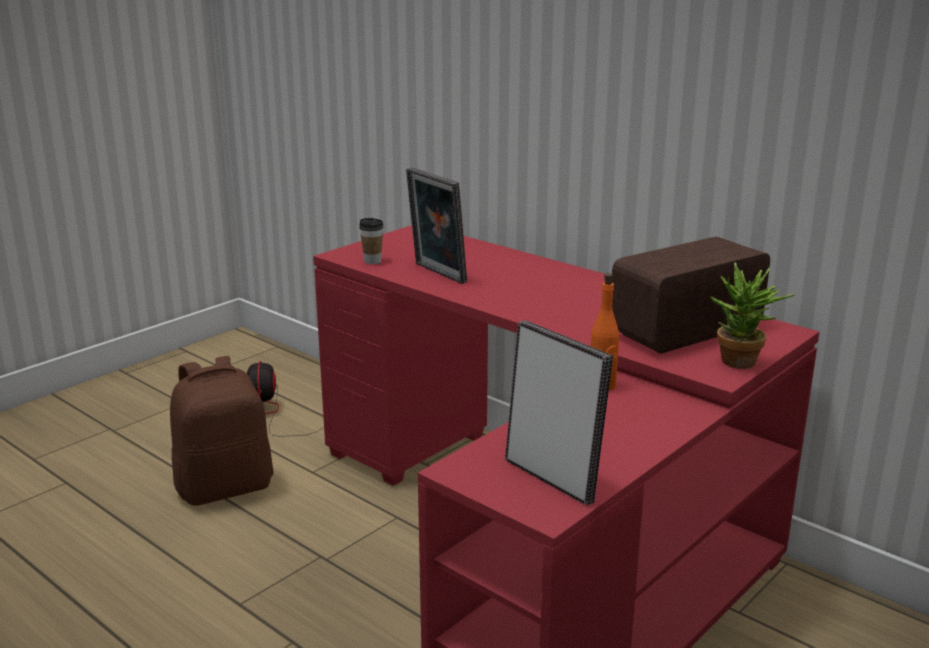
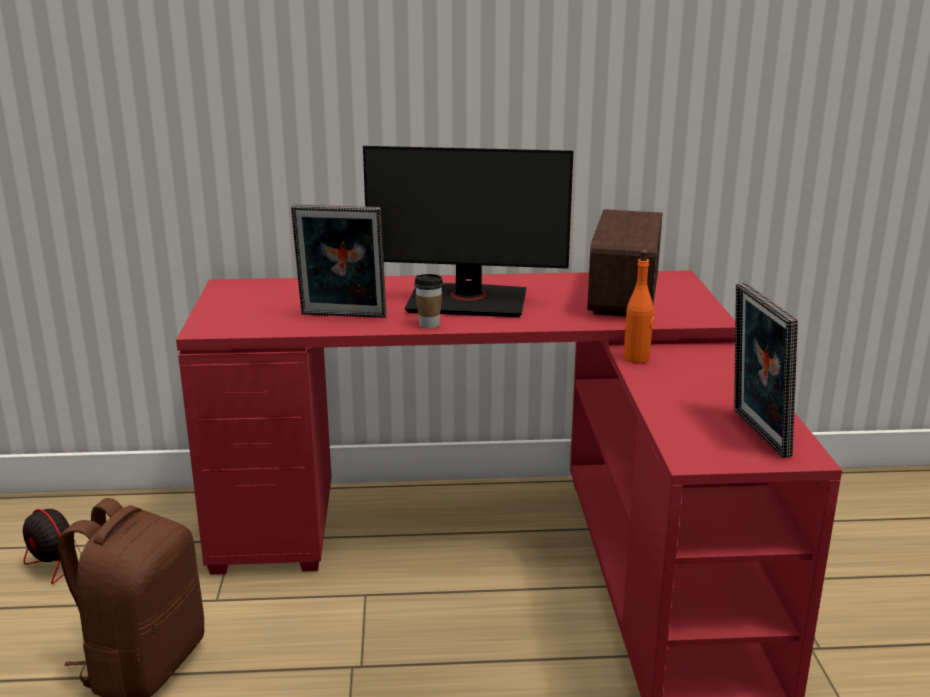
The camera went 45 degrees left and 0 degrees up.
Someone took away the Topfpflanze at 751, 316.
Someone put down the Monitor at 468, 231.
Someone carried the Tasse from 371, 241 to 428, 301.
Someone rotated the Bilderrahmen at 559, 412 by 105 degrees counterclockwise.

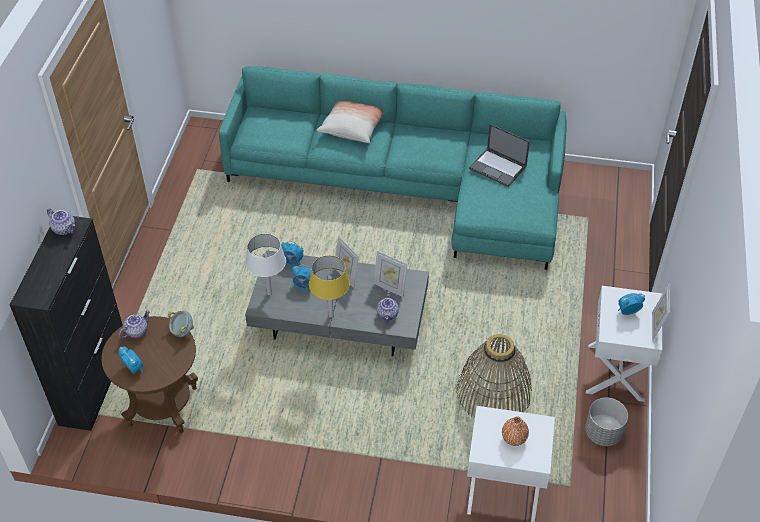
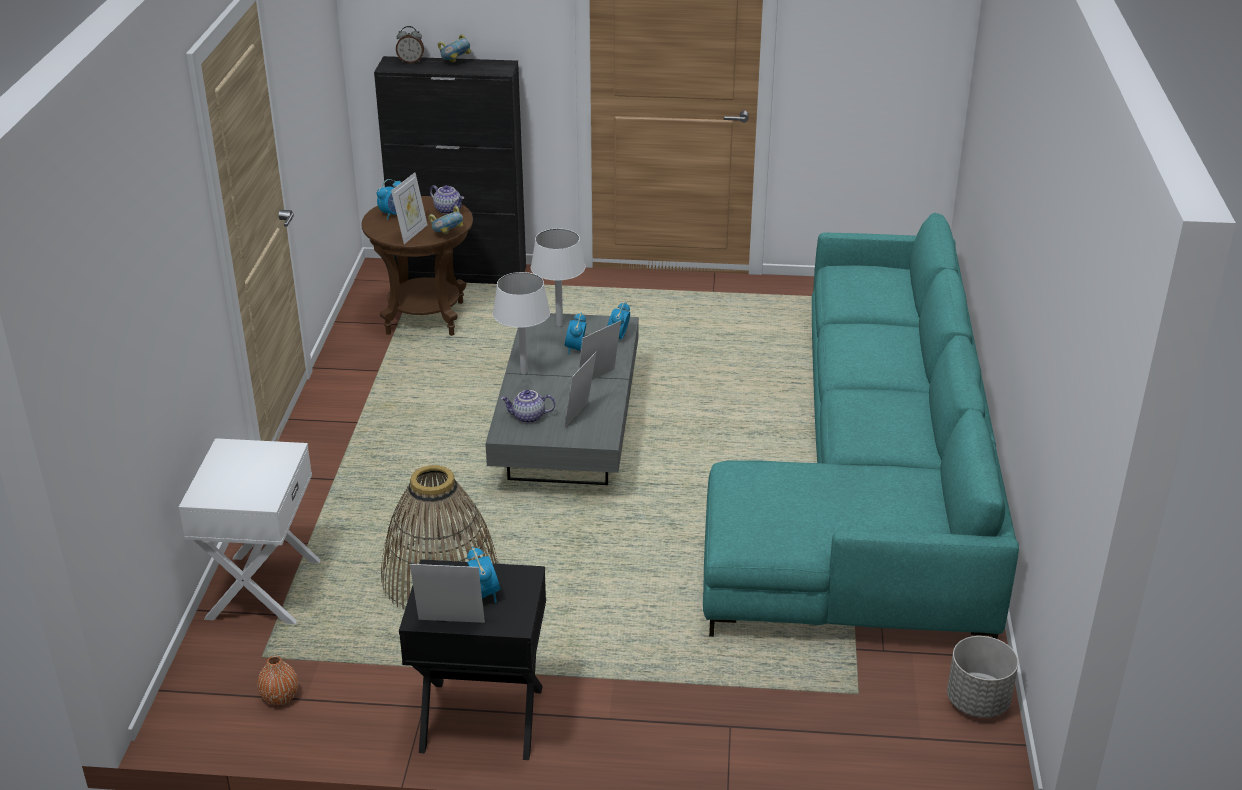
The camera went 85 degrees right and 15 degrees down.
Someone took away the Teekanne at 61, 221.
Someone took away the Kissen at 350, 122.
Someone took away the Laptop at 499, 155.
Someone put down the Bilderrahmen at 409, 208.
Someone put down the Wecker at 410, 44.
Someone put down the Schüssel at 454, 48.
Someone carried the Vase (orange) from 515, 431 to 277, 680.
Someone carried the Pflanzkübel (grau) from 606, 422 to 983, 677.
Someone repainted the Tischlampe (gelb) at 329, 286, which became the Tischlampe (weiß) at 521, 323.
Someone repainted the Nachttisch (weiß) at 624, 344, which became the Nachttisch (schwarz) at 472, 659.

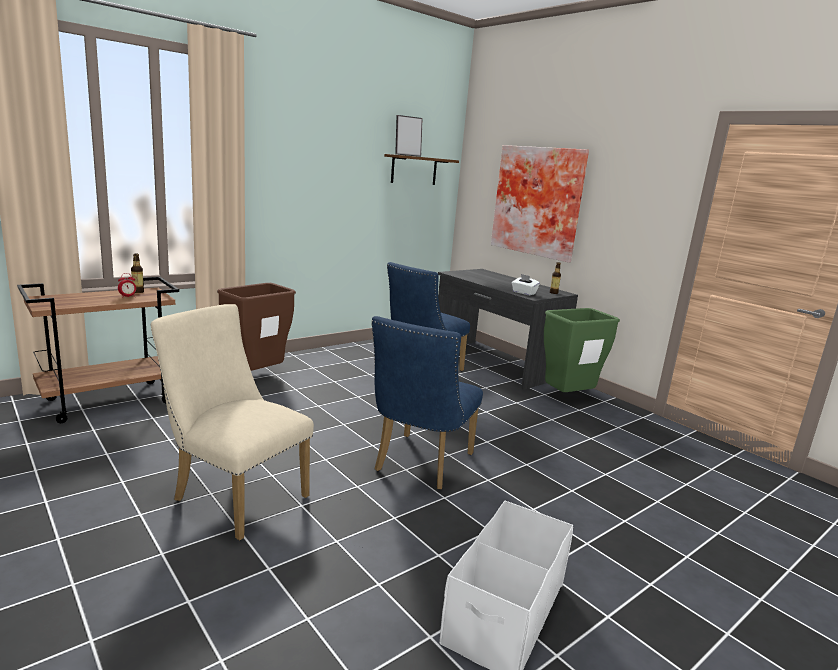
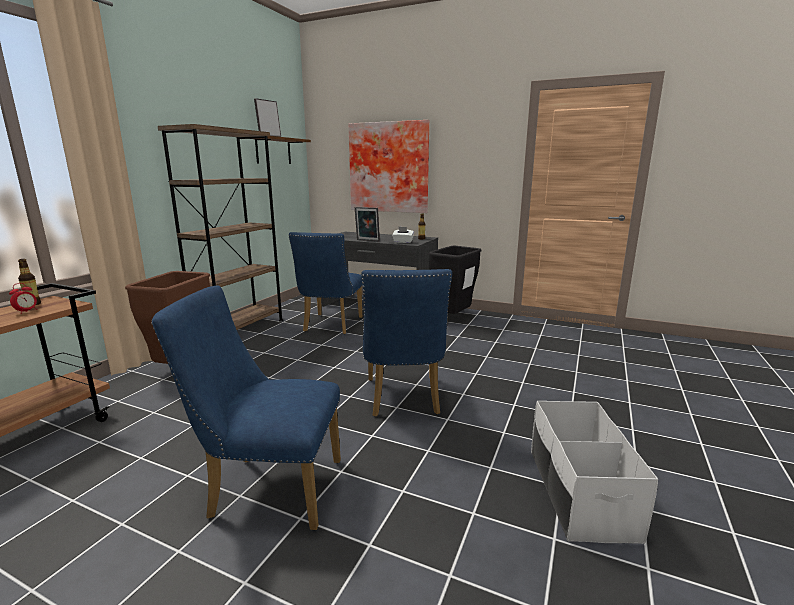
The camera went 25 degrees left and 0 degrees up.
Someone put down the Bücherregal (braun) at 220, 227.
Someone put down the Bilderrahmen at 367, 224.
Someone repainted the Stuhl (beige) at 232, 422, which became the Stuhl (blau) at 246, 407.
Someone repainted the Mülleimer (grün) at 582, 350, which became the Mülleimer (schwarz) at 455, 280.

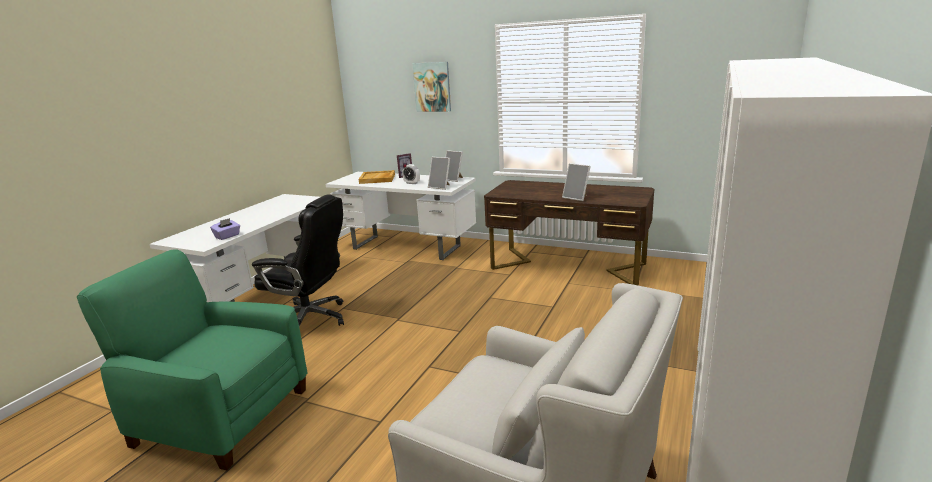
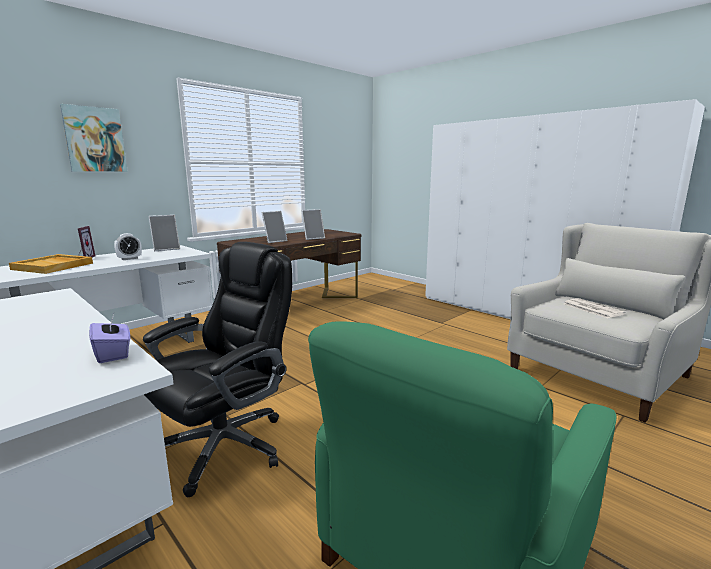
The camera went 70 degrees left and 5 degrees down.
Someone put down the Zeitung at 595, 308.
Someone carried the Bilderrahmen from 439, 173 to 274, 227.

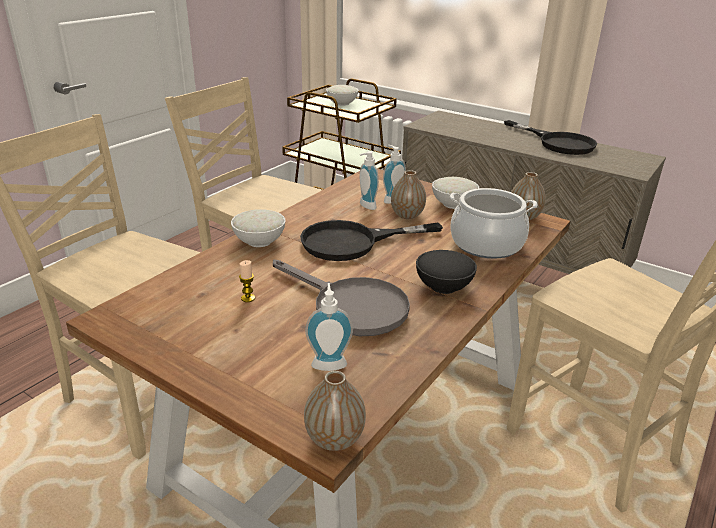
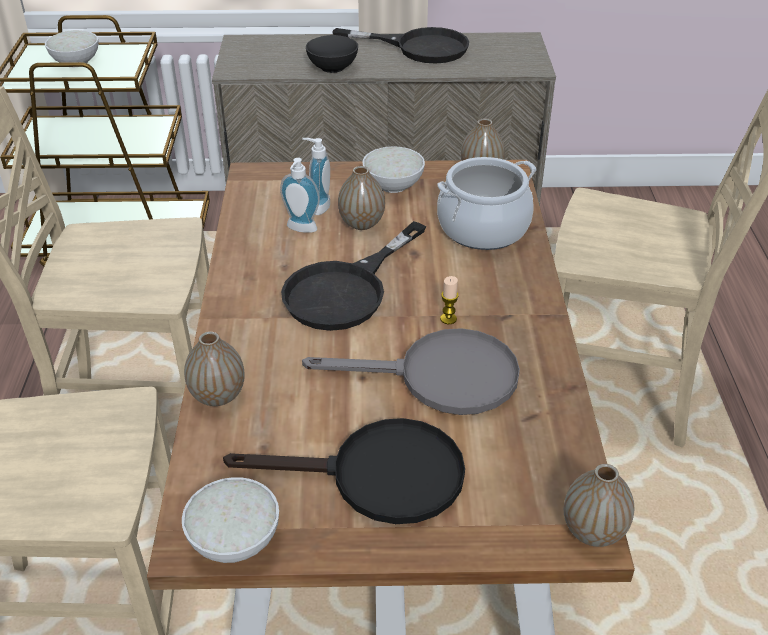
The camera went 35 degrees left and 10 degrees up.
Someone took away the Seifenspender at 329, 327.
Someone put down the Vase at 214, 369.
Someone put down the Pfanne (schwarz) at 344, 471.
Someone carried the Schüssel (weiß) from 258, 228 to 230, 520.
Someone carried the Kerze from 247, 281 to 449, 300.
Someone carried the Schüssel (schwarz) from 446, 272 to 332, 54.

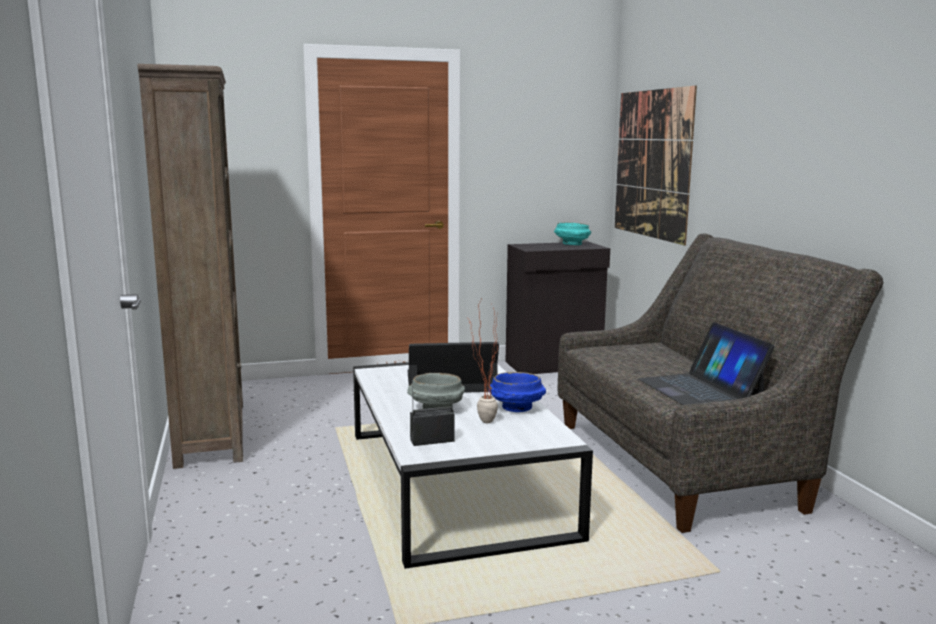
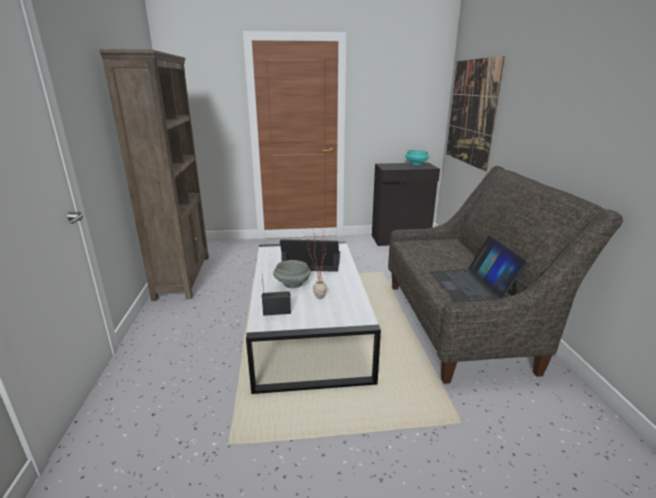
The camera went 10 degrees right and 10 degrees up.
Someone took away the Schüssel (blau) at 517, 392.

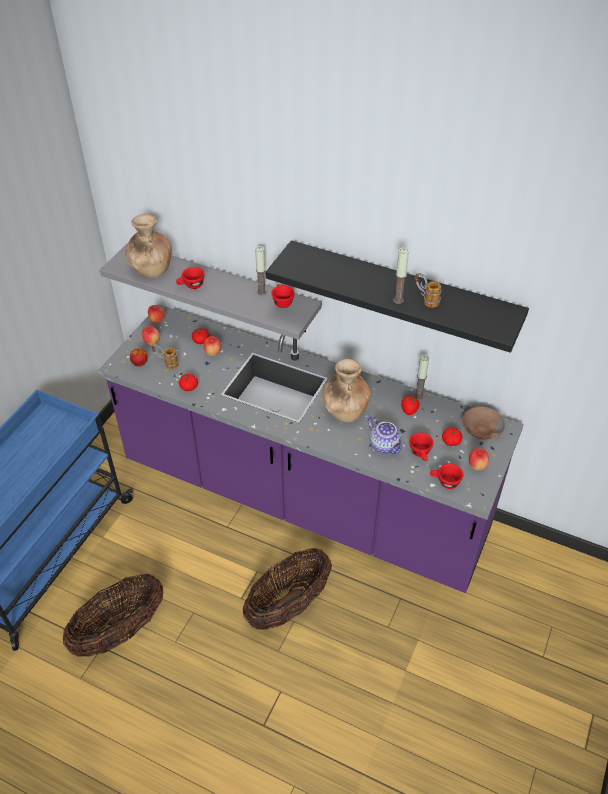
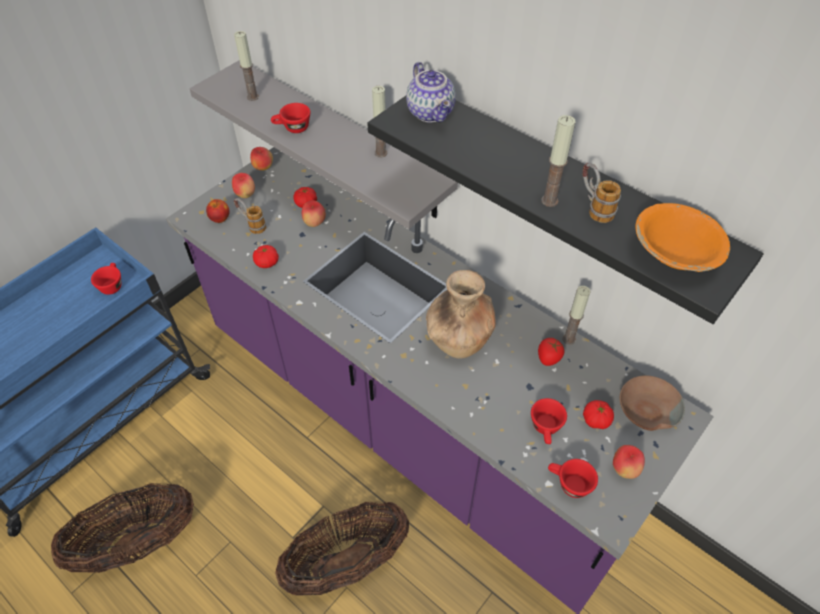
The camera went 15 degrees right and 5 degrees up.
Someone put down the Schüssel (orange) at 682, 237.
Someone carried the Tasse (rot) from 283, 296 to 106, 279.
Someone carried the Teekanne from 386, 435 to 431, 92.
Someone swapped the Vase (braun) at 148, 245 for the Kerze at 246, 66.

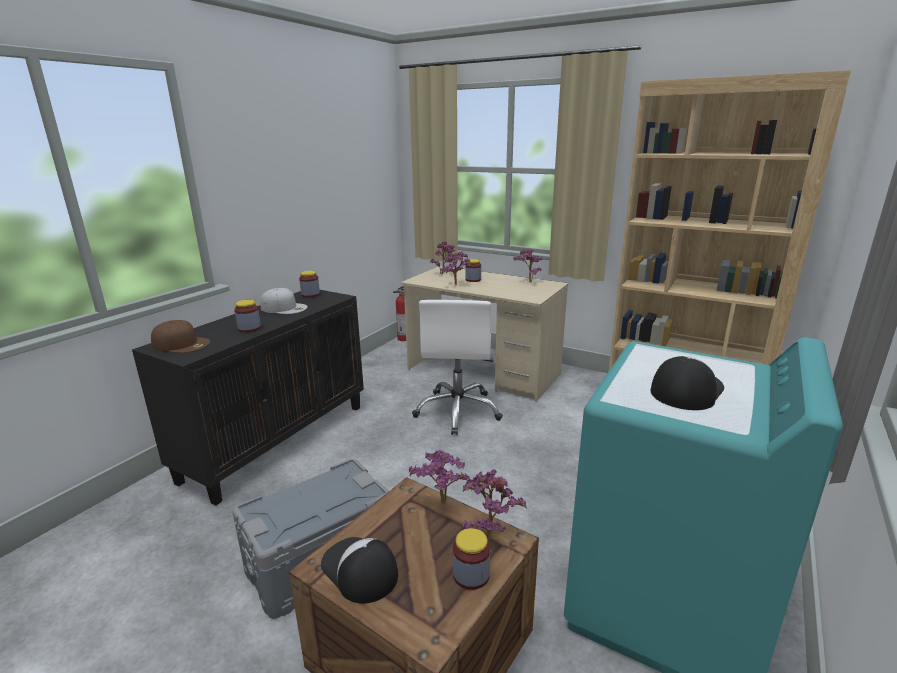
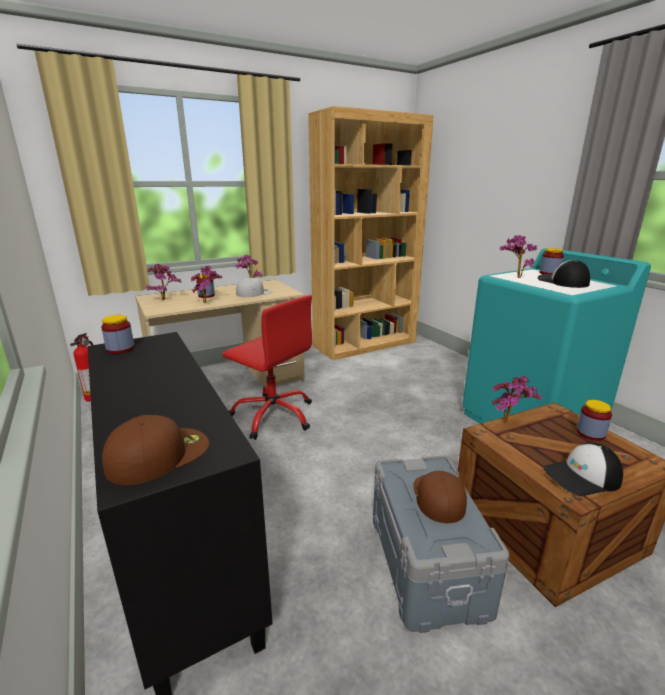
The camera went 60 degrees left and 0 degrees up.
Someone put down the Kappe (braun) at 440, 497.
Someone carried the Vorratsglas from 247, 316 to 551, 261.
Someone carried the Kappe (weiß) from 284, 301 to 254, 287.
Someone carried the Topfpflanze from 495, 504 to 518, 256.
Someone repainted the Bürostuhl (weiß) at 457, 367, which became the Bürostuhl (rot) at 267, 367.

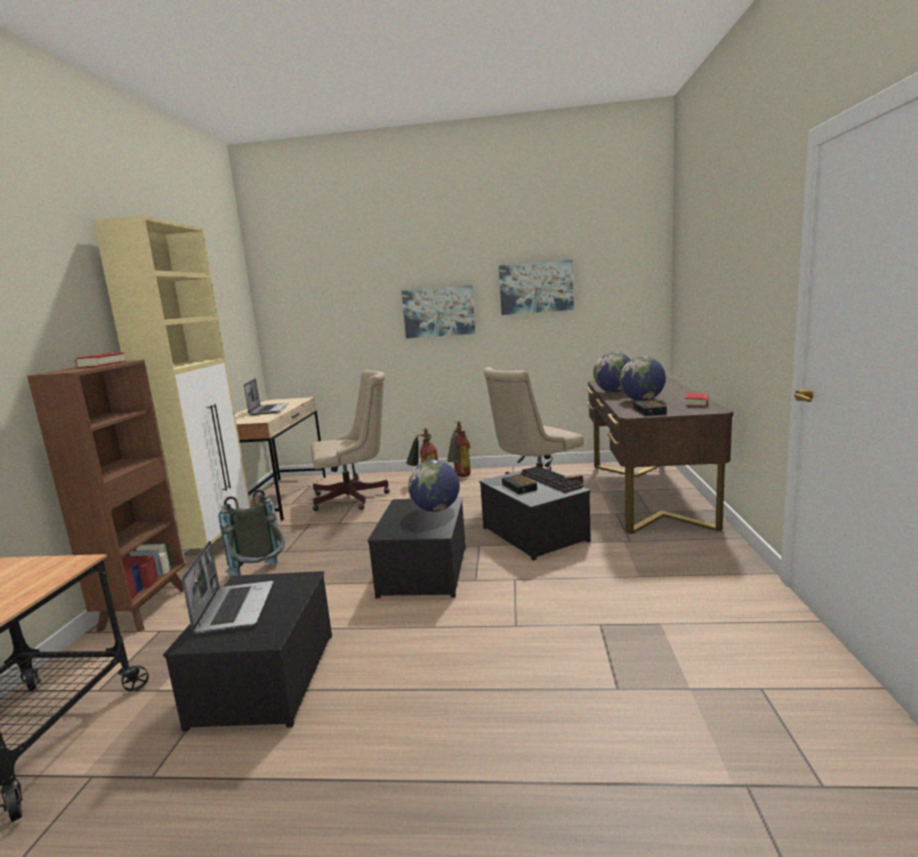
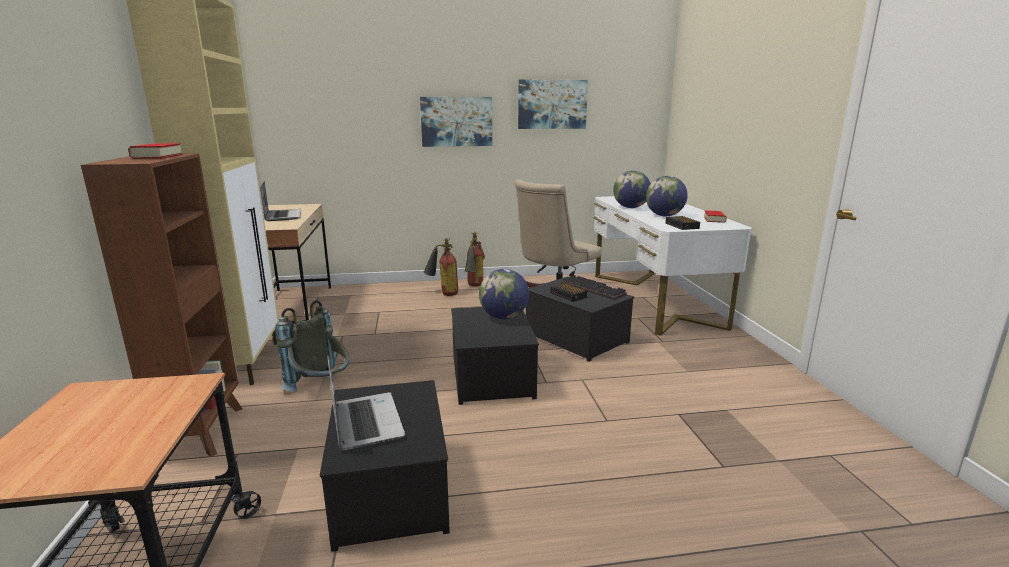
The camera went 15 degrees left and 5 degrees up.
Someone took away the Bürostuhl (beige) at 350, 440.
Someone repainted the Schreibtisch (braun) at 659, 455, which became the Schreibtisch (weiß) at 672, 265.

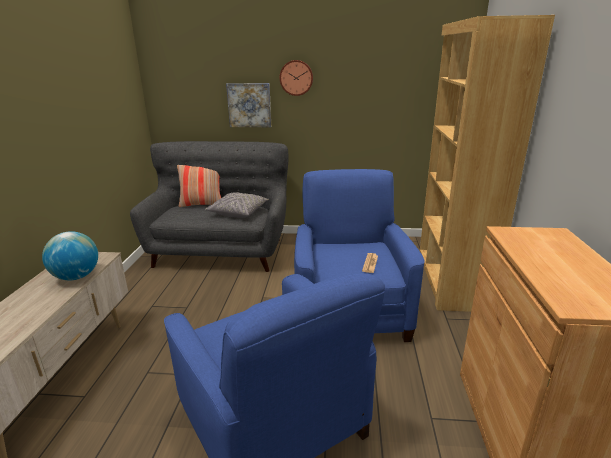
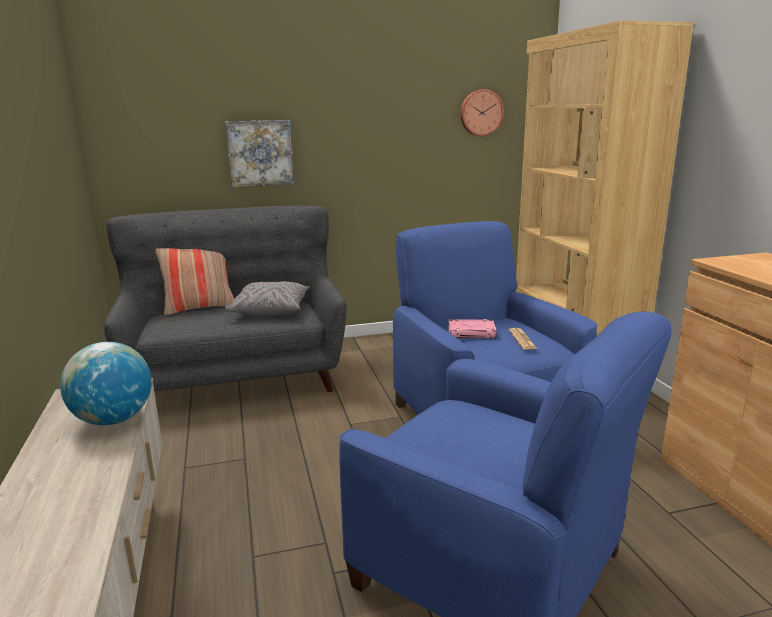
The camera went 20 degrees left and 5 degrees down.
Someone put down the Buch (rosa) at 472, 329.
Someone carried the Wanduhr from 296, 78 to 482, 112.

